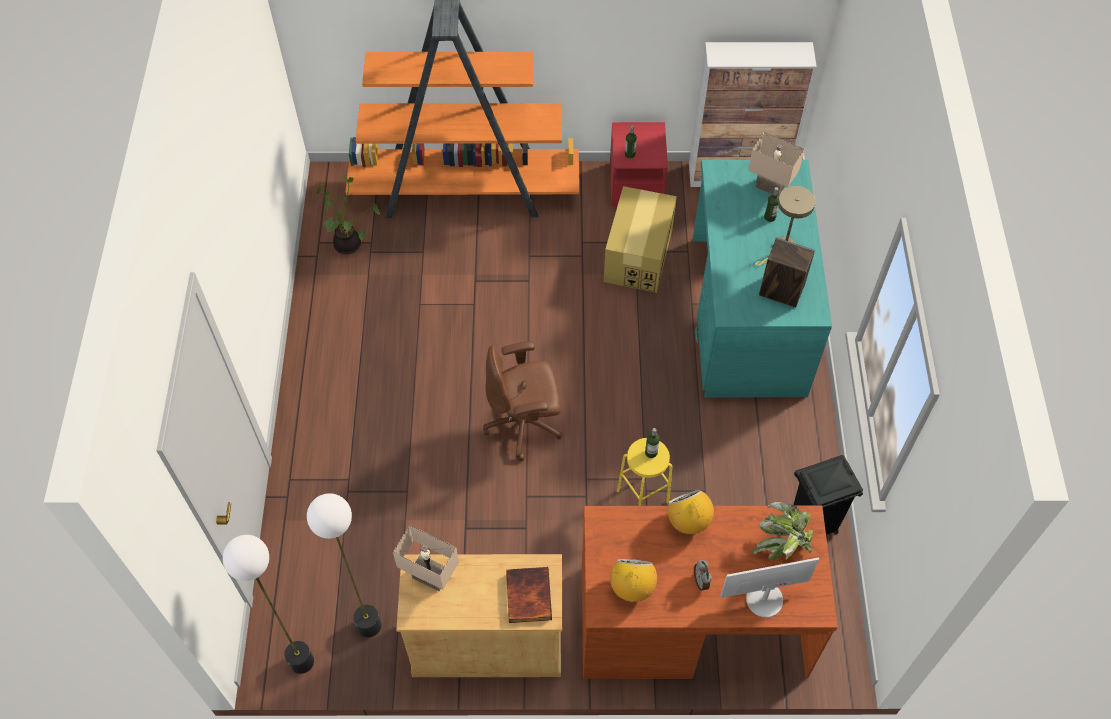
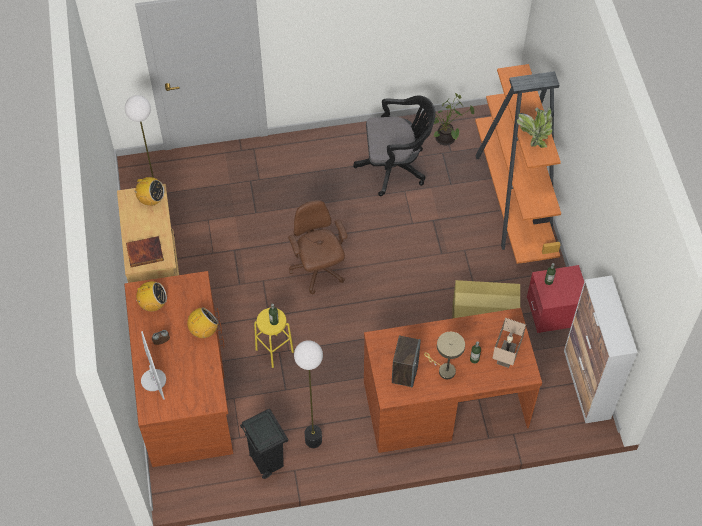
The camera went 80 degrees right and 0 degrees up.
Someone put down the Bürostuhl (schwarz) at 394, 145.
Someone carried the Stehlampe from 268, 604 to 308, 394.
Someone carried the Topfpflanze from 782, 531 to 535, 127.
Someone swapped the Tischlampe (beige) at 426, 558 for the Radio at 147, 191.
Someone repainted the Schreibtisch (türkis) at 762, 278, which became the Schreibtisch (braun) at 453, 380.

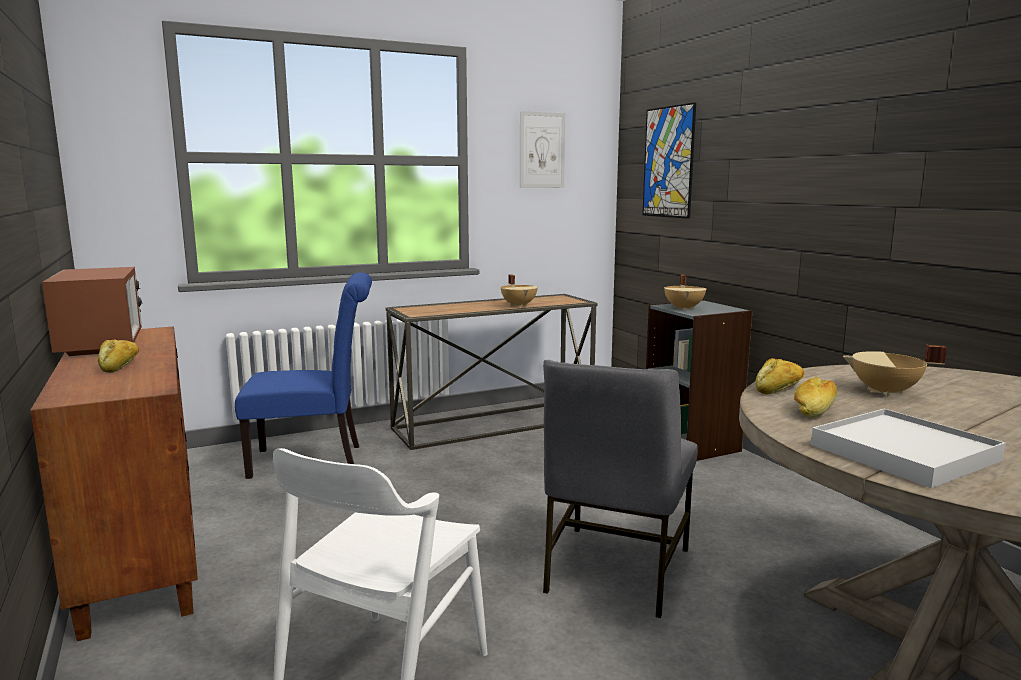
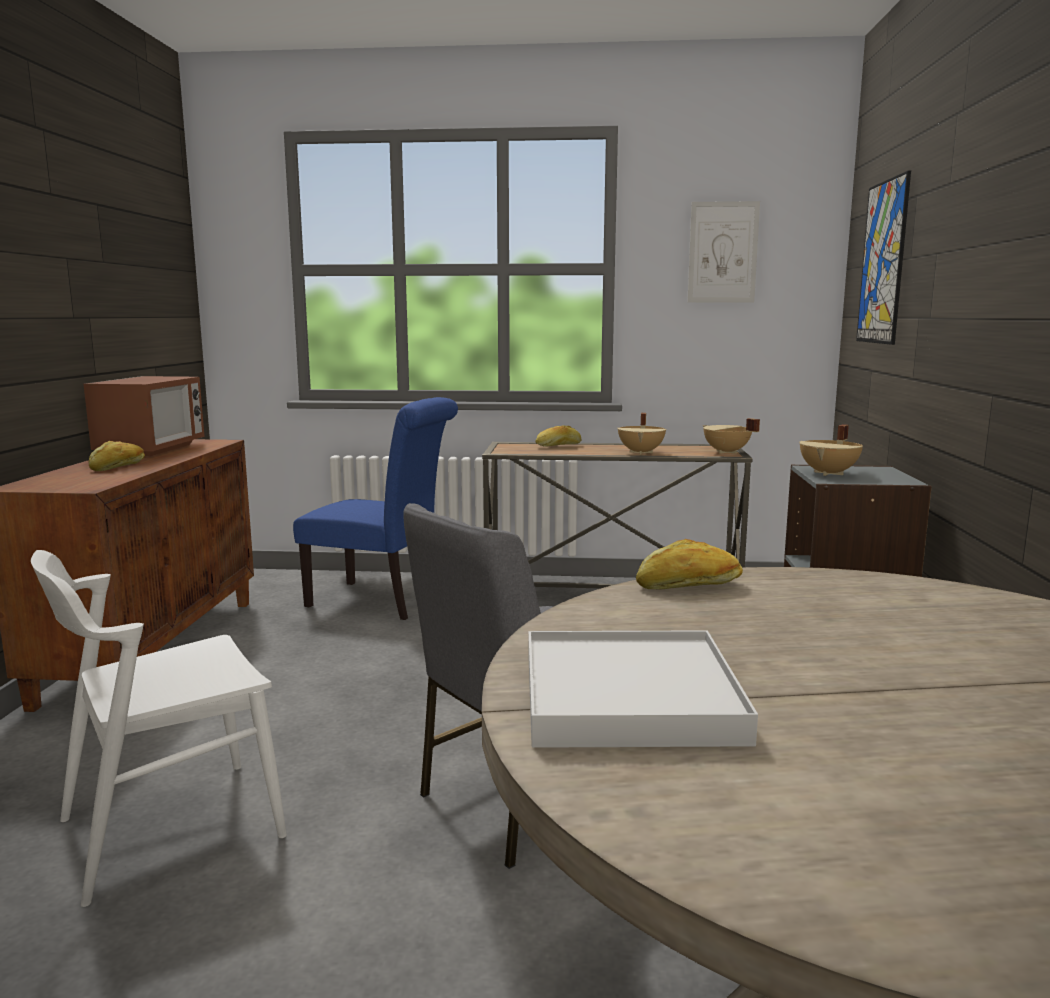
The camera went 30 degrees right and 0 degrees up.
Someone carried the Brot from 815, 397 to 558, 436.
Someone carried the Kochtopf (beige) from 895, 370 to 731, 436.

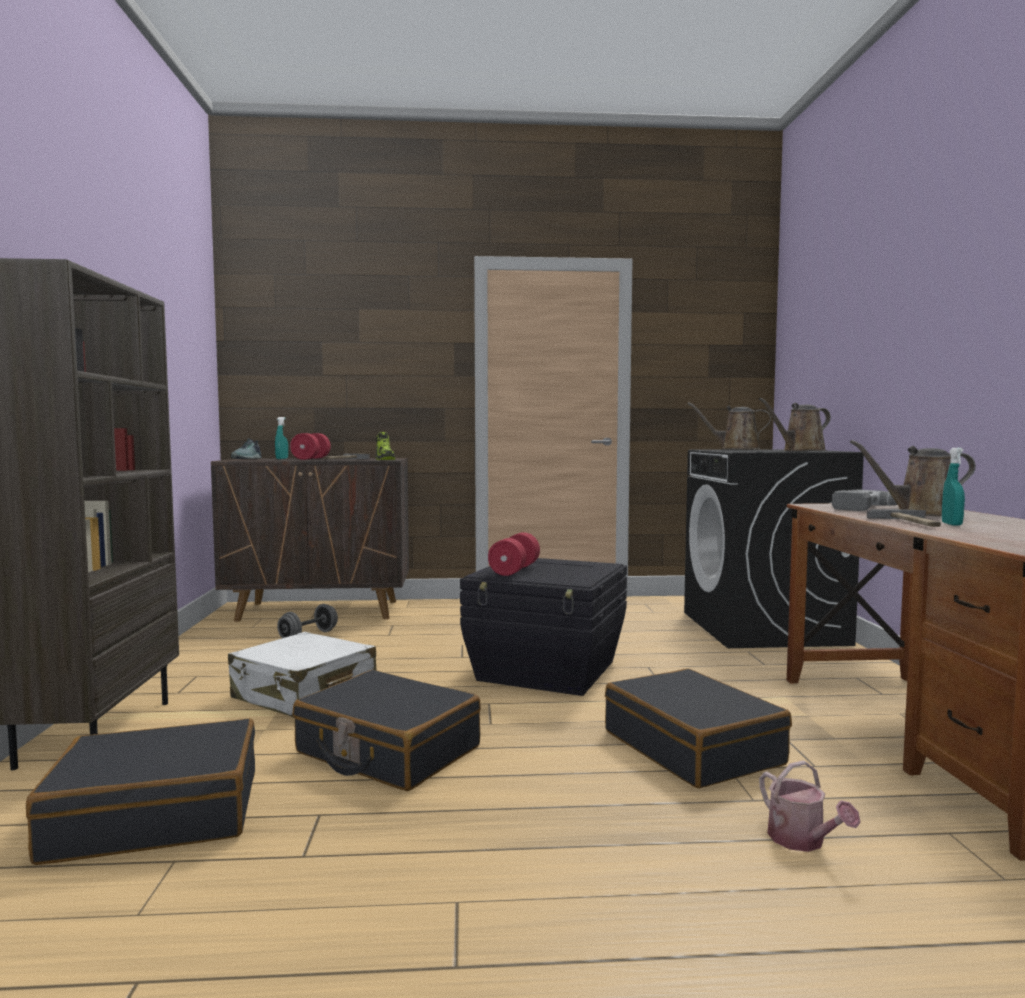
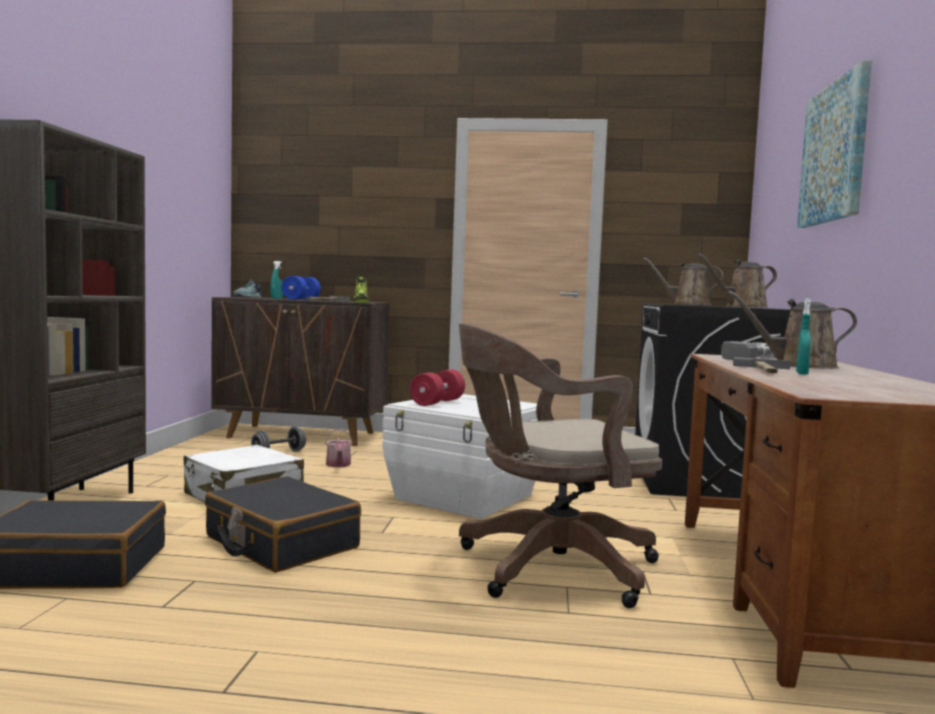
The camera went 10 degrees right and 0 degrees up.
Someone put up the Bild at 834, 144.
Someone carried the Gießkanne from 810, 806 to 339, 448.
Someone swapped the Koffer (schwarz) at 698, 728 for the Bürostuhl (braun) at 560, 465.
Someone repainted the Hantel (rot) at 310, 446, which became the Hantel (blau) at 301, 287.
Someone repainted the Aufbewahrungsbox (schwarz) at 543, 627, which became the Aufbewahrungsbox (weiß) at 460, 456.

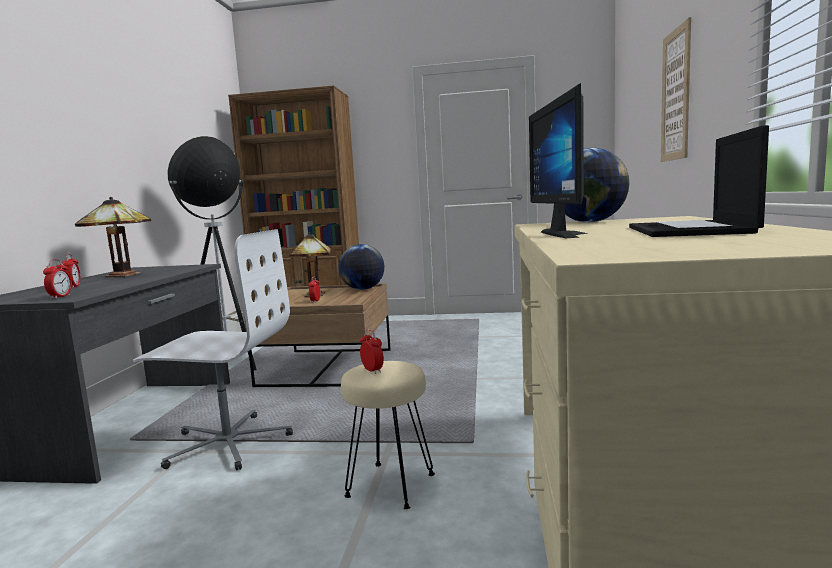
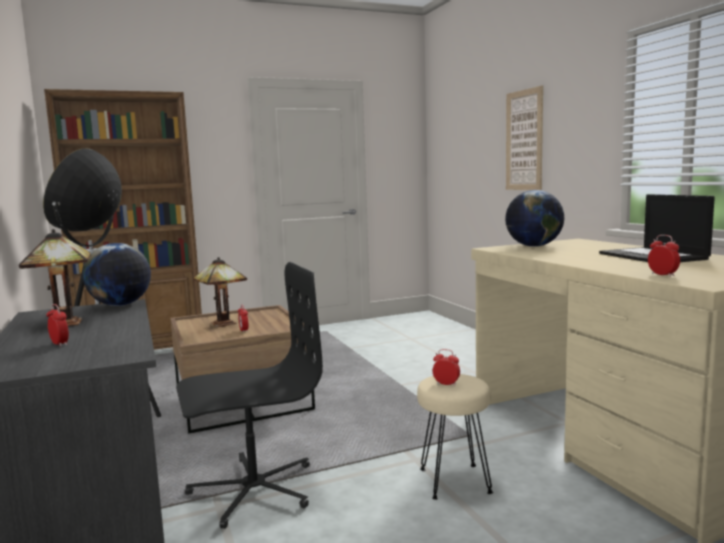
The camera went 30 degrees left and 0 degrees up.
Someone took away the Monitor at 558, 160.
Someone carried the Wecker from 57, 279 to 664, 256.
Someone carried the Globus from 361, 267 to 116, 274.
Someone repainted the Bürostuhl (weiß) at 213, 349, which became the Bürostuhl (schwarz) at 249, 395.

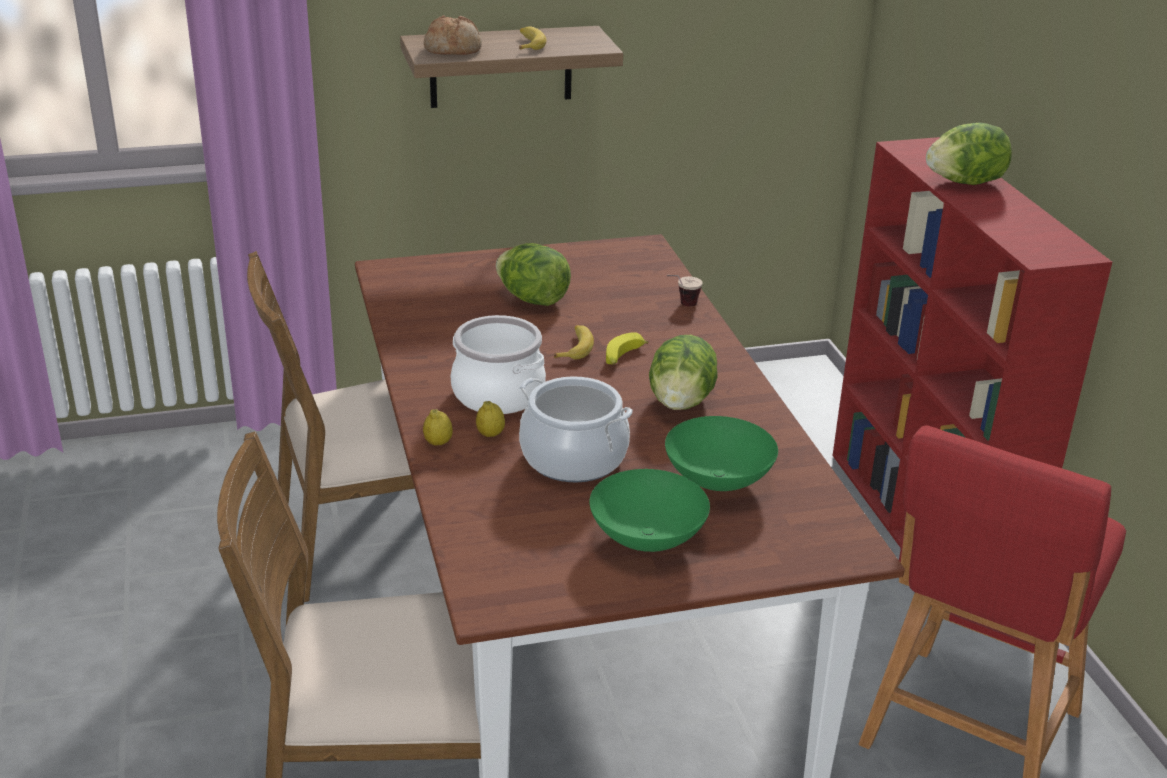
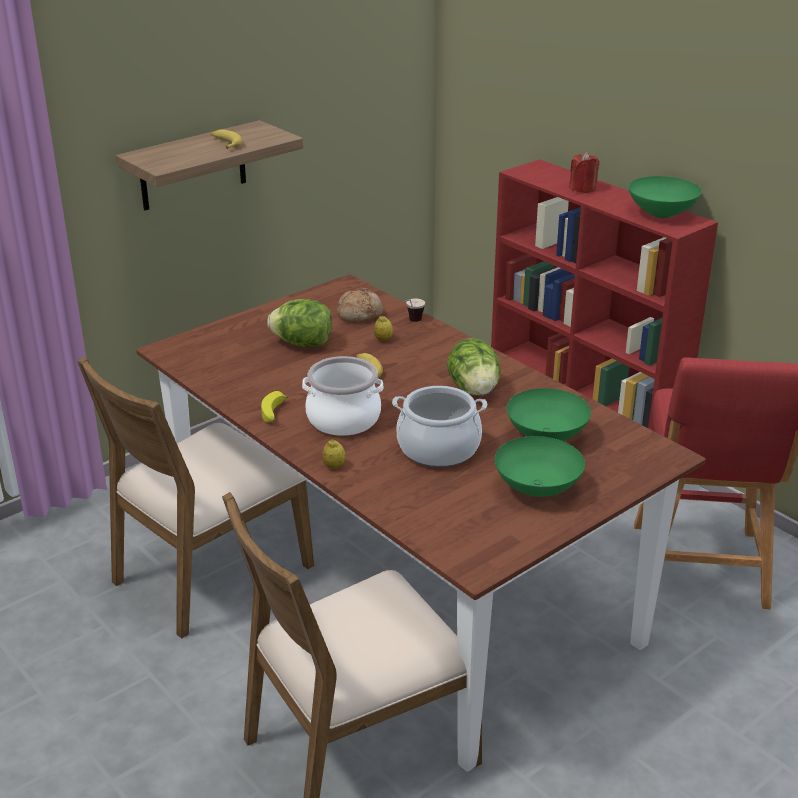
The camera went 25 degrees left and 0 degrees up.
Someone put down the Schüssel (grün) at 664, 197.
Someone carried the Brot from 453, 35 to 360, 305.
Someone carried the Zitrone from 490, 419 to 383, 328.
Someone carried the Banane from 627, 348 to 274, 406.
Someone swapped the Salatkopf at 969, 154 for the Kerze (rot) at 584, 172.

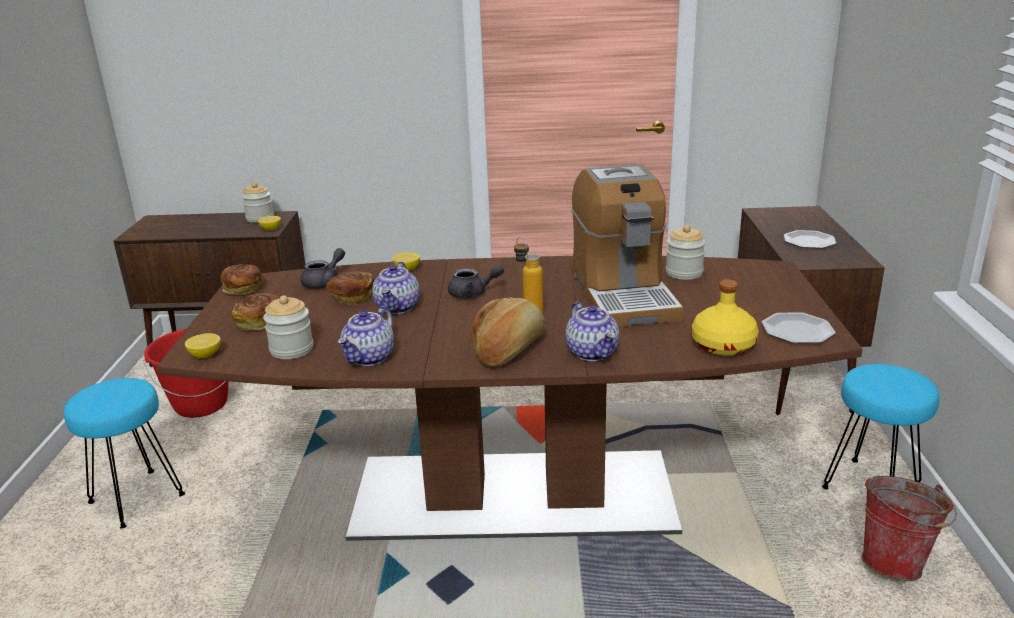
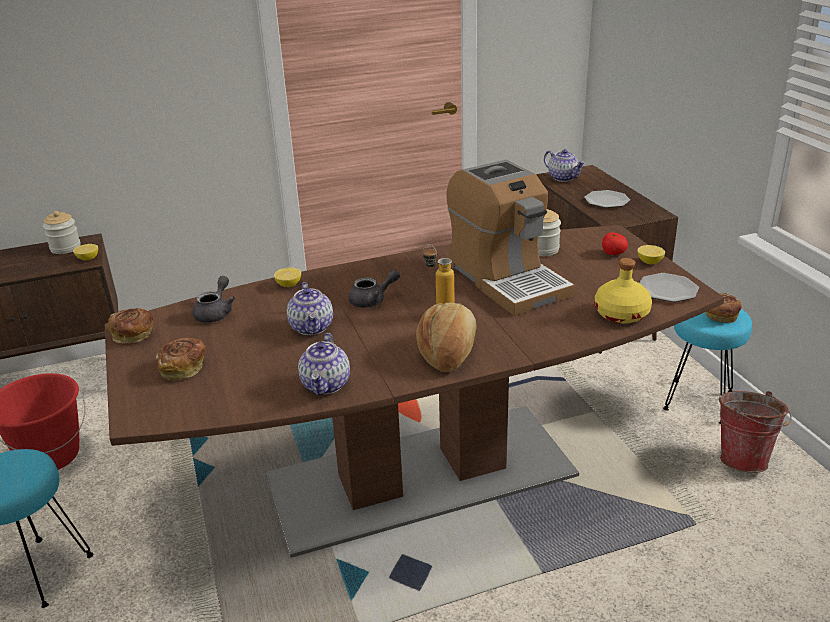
The camera went 20 degrees left and 5 degrees up.
Someone took away the Vorratsglas at 288, 327.
Someone put down the Tomate at 615, 244.
Someone carried the Zitrone from 203, 345 to 651, 254.
Someone carried the Brot from 350, 288 to 723, 308.
Someone carried the Teekanne from 592, 331 to 564, 165.

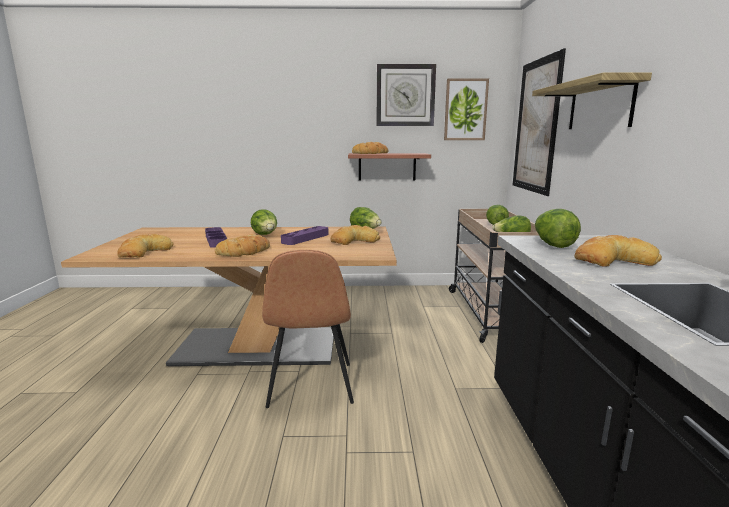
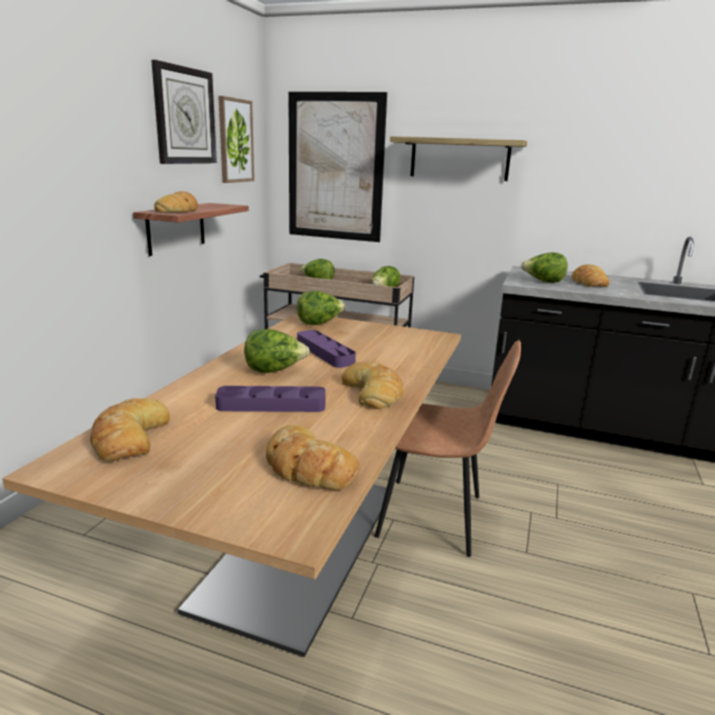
The camera went 70 degrees left and 5 degrees up.
Someone carried the Brot from 355, 235 to 130, 429.

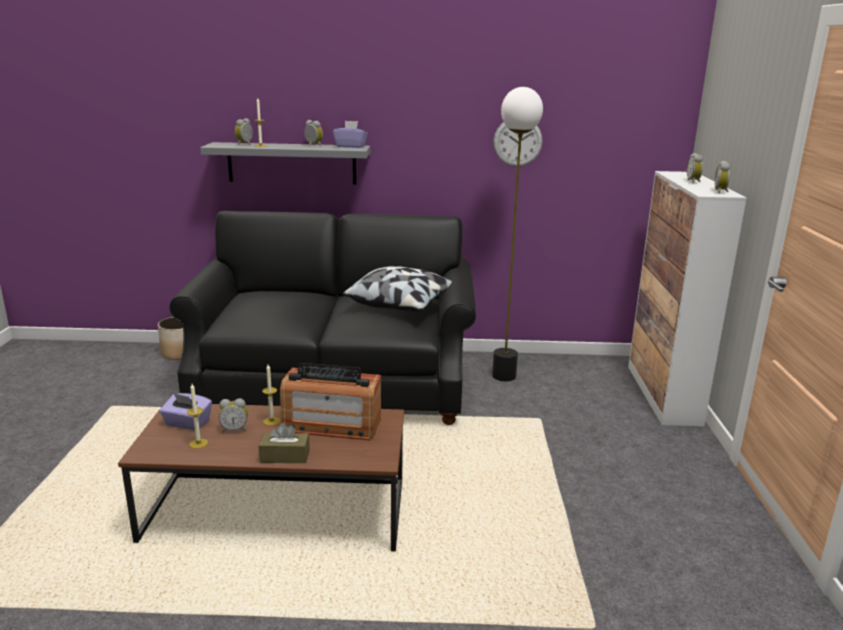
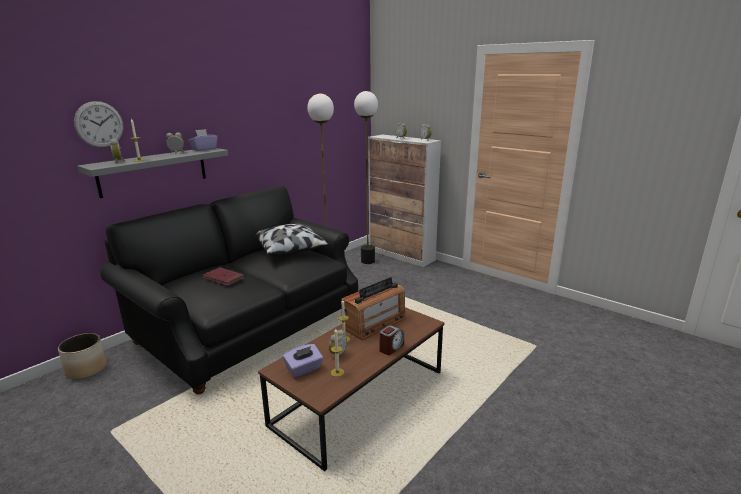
The camera went 50 degrees left and 0 degrees up.
Someone put down the Buch (rot) at 223, 276.
Someone put down the Stehlampe at 366, 177.
Someone carried the Wanduhr from 518, 144 to 98, 124.
Someone swapped the Taschentuchbox (braun) at 284, 443 for the Wecker at 391, 340.

